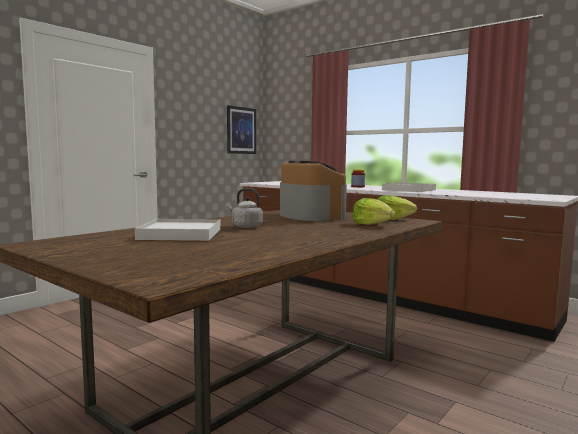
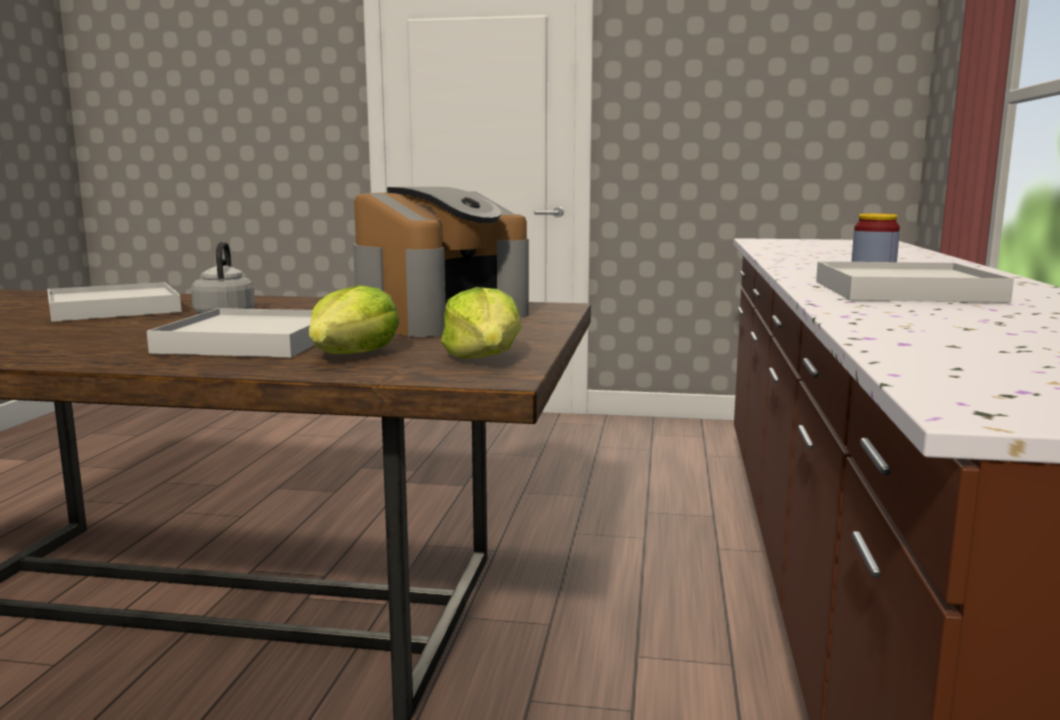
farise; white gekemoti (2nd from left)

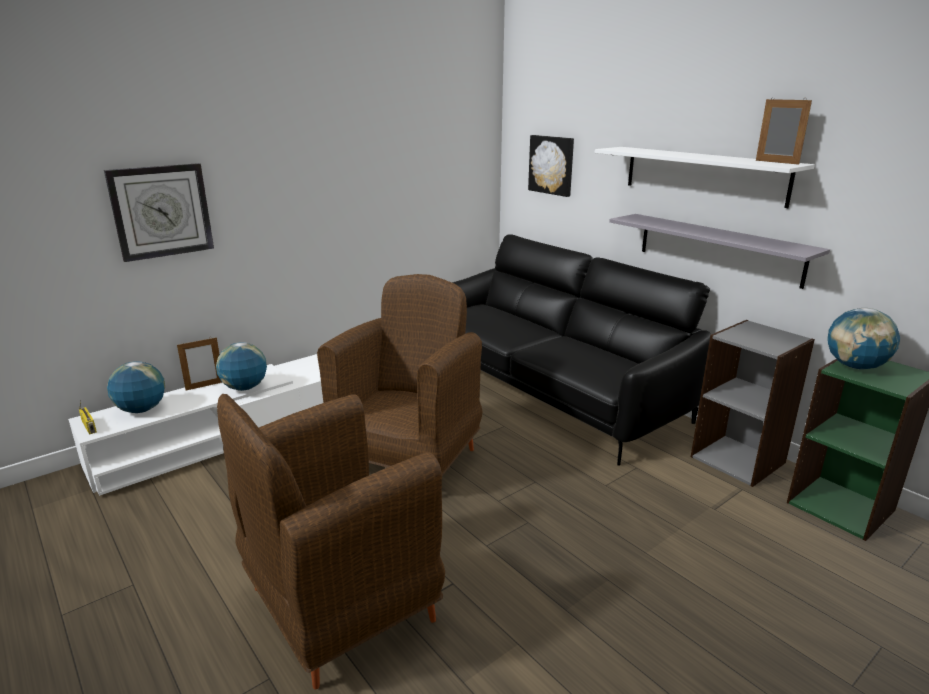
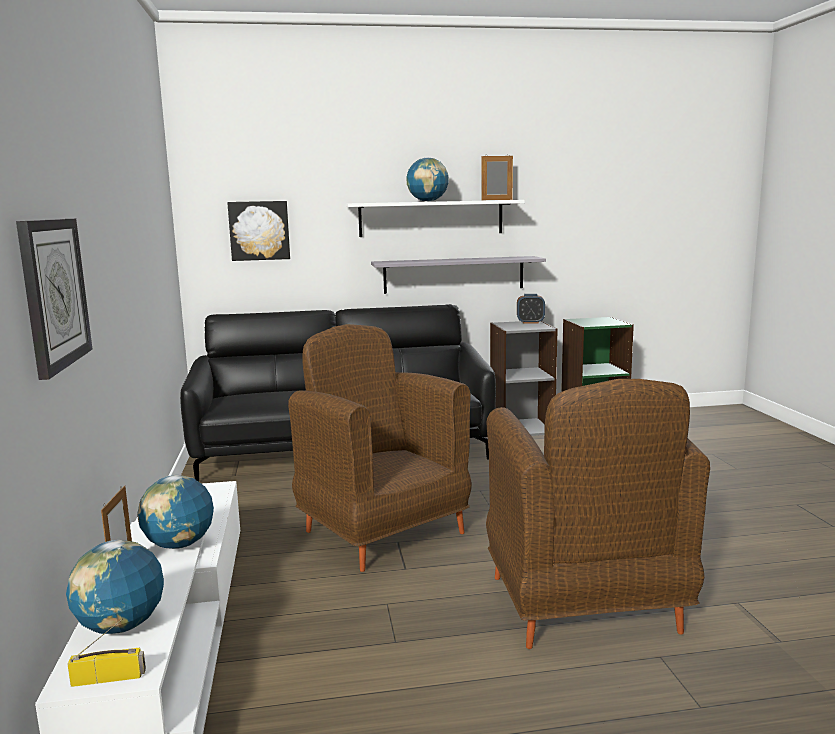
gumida (3rd from left); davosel

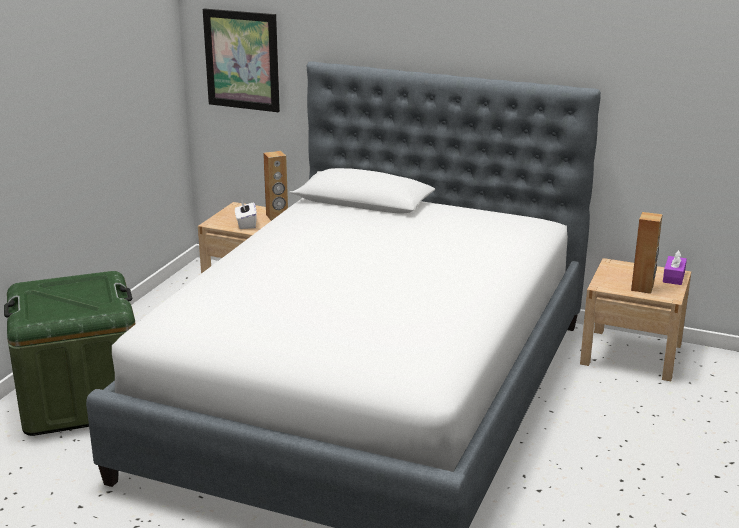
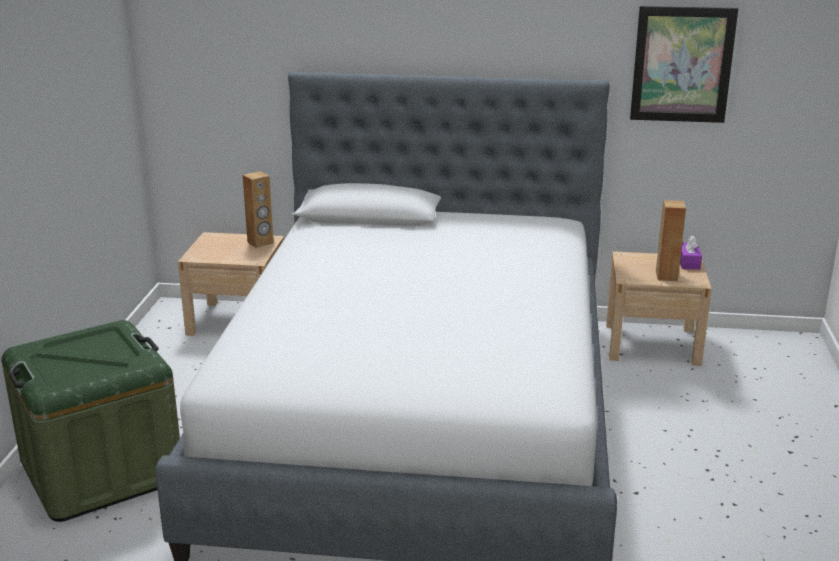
farise; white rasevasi

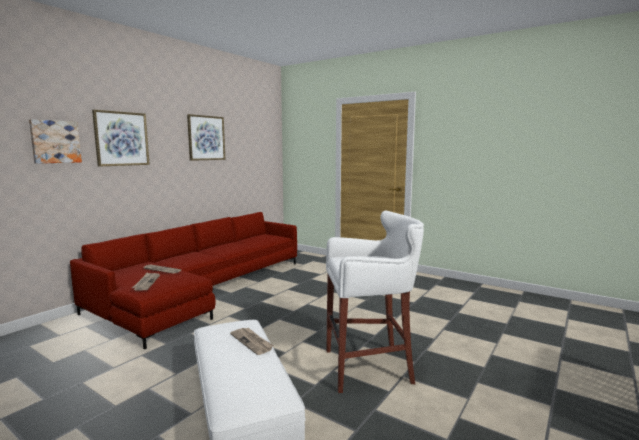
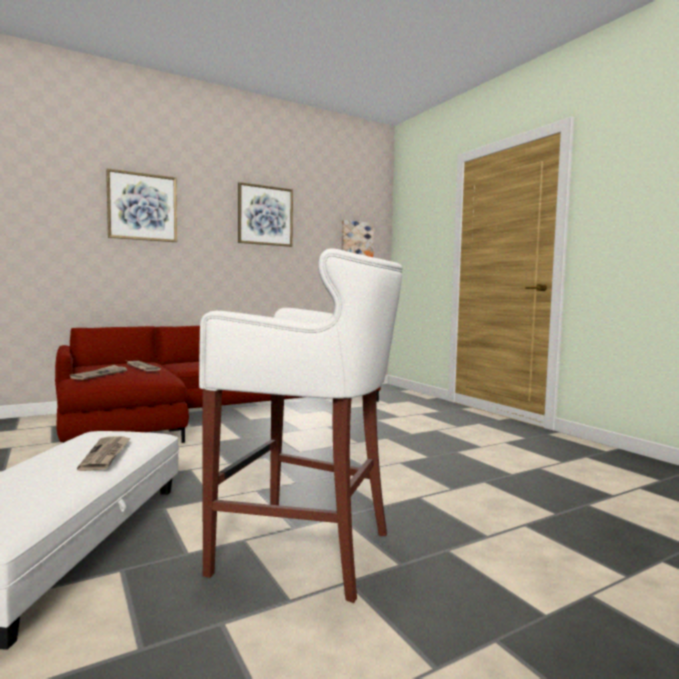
farise (3rd from left)

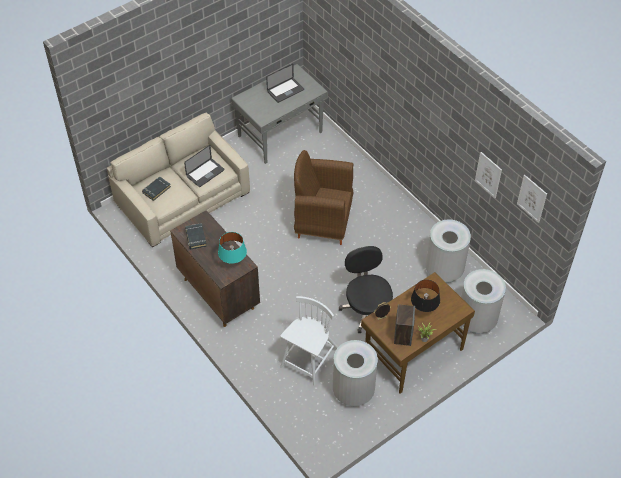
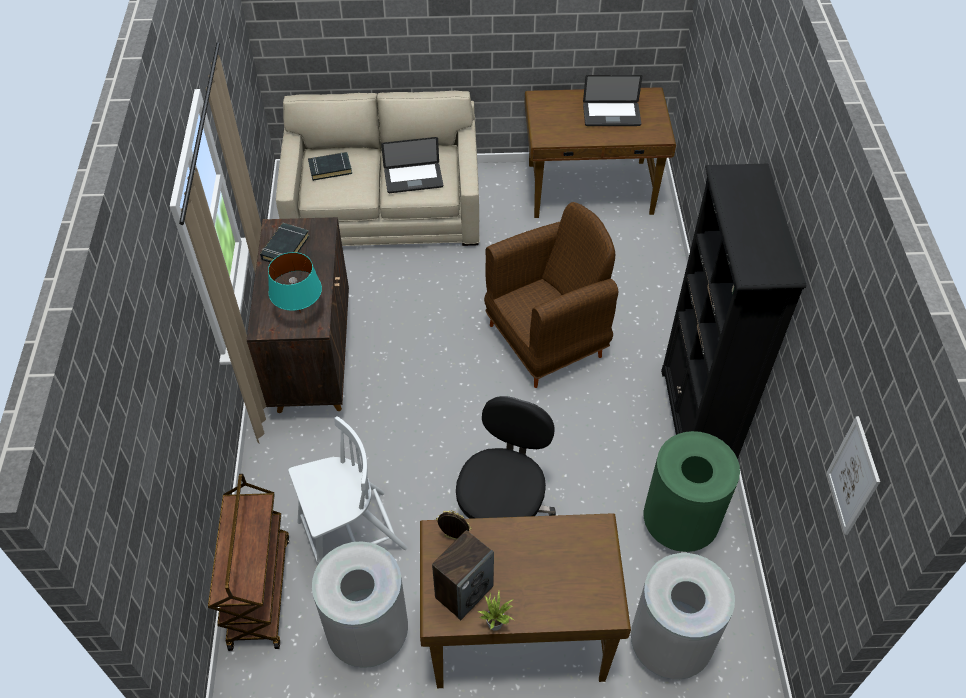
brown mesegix (2nd from left); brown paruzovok; farise (1st from left in the first image); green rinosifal; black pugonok; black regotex; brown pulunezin

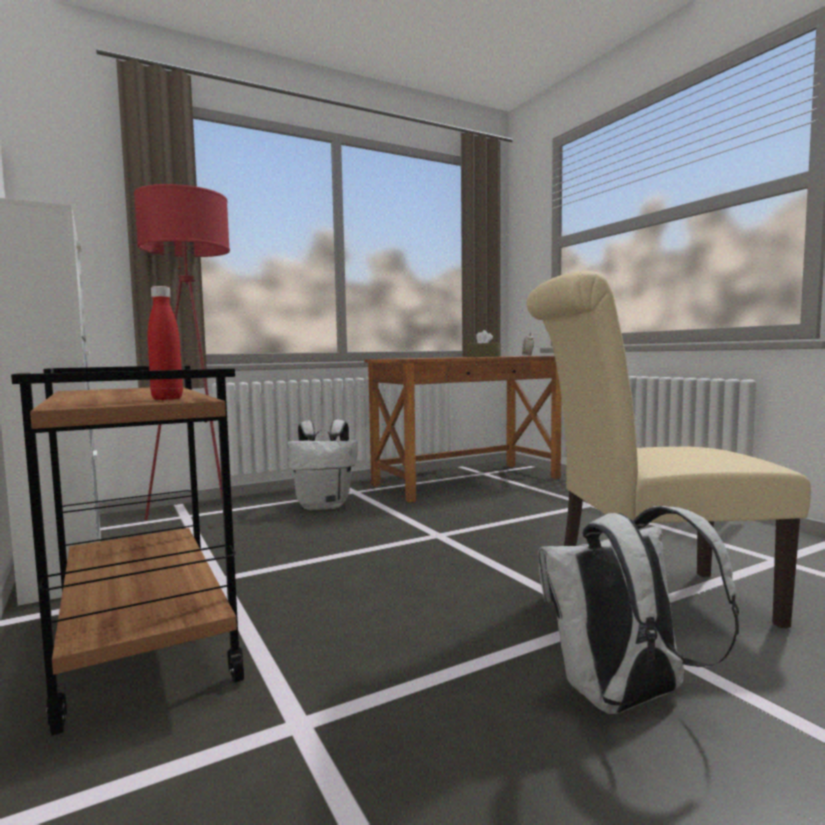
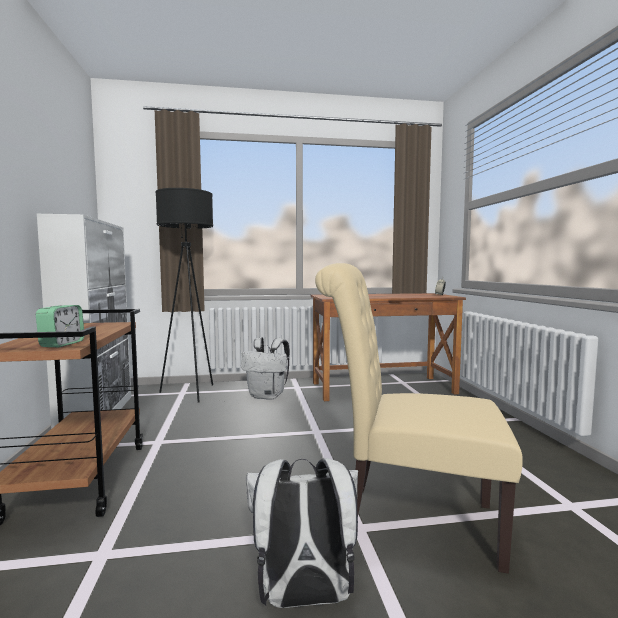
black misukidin; davosel (1st from left); brown rasevasi

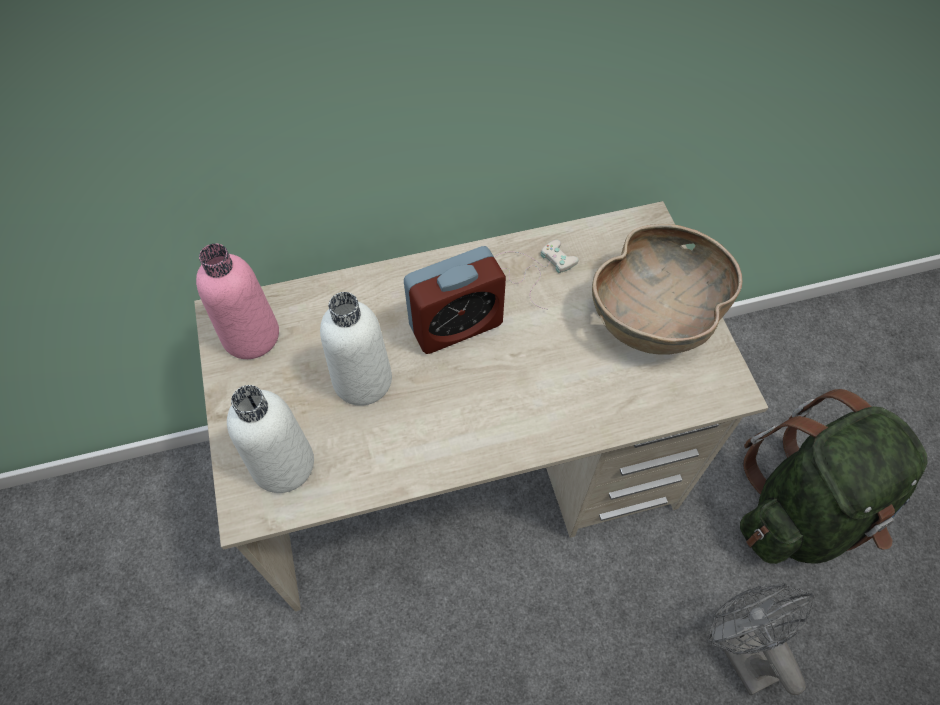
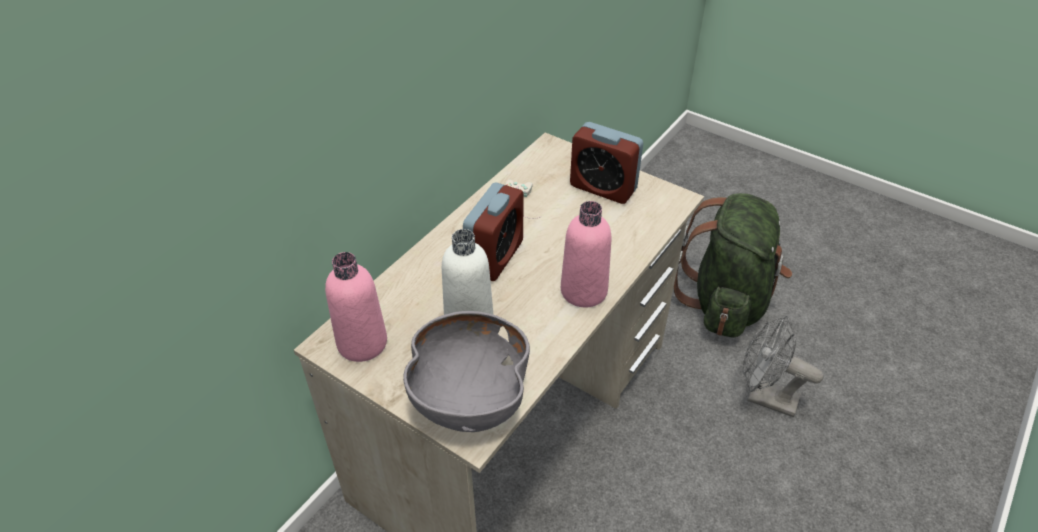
davosel (2nd from left); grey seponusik; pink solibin (2nd from left)

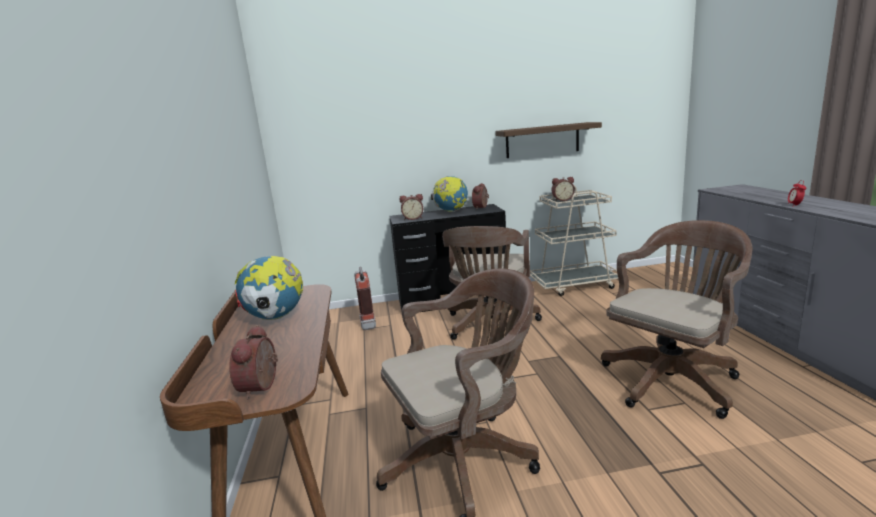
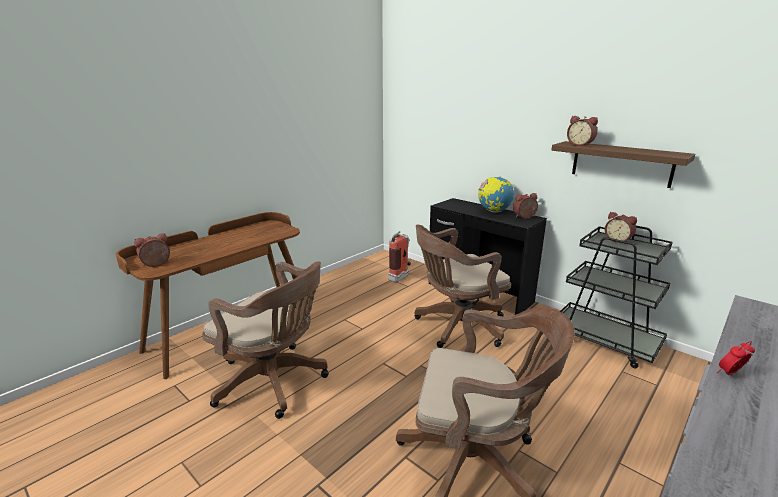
black pulunezin; davosel (3rd from left); gumida (1st from left in the first image)

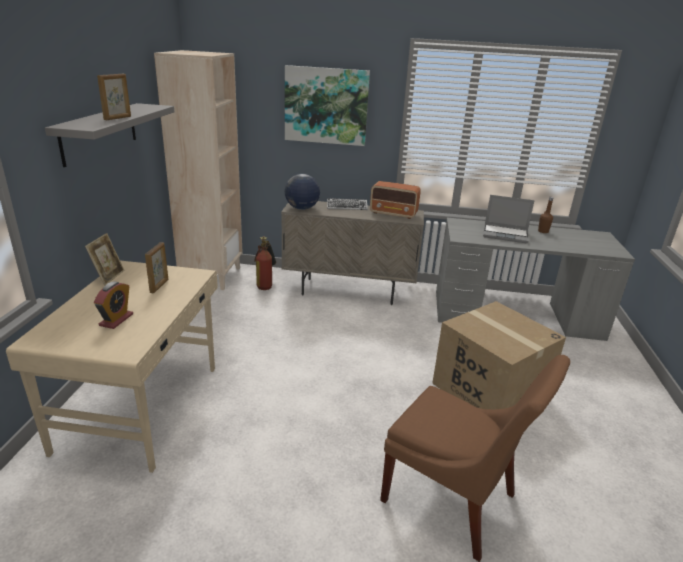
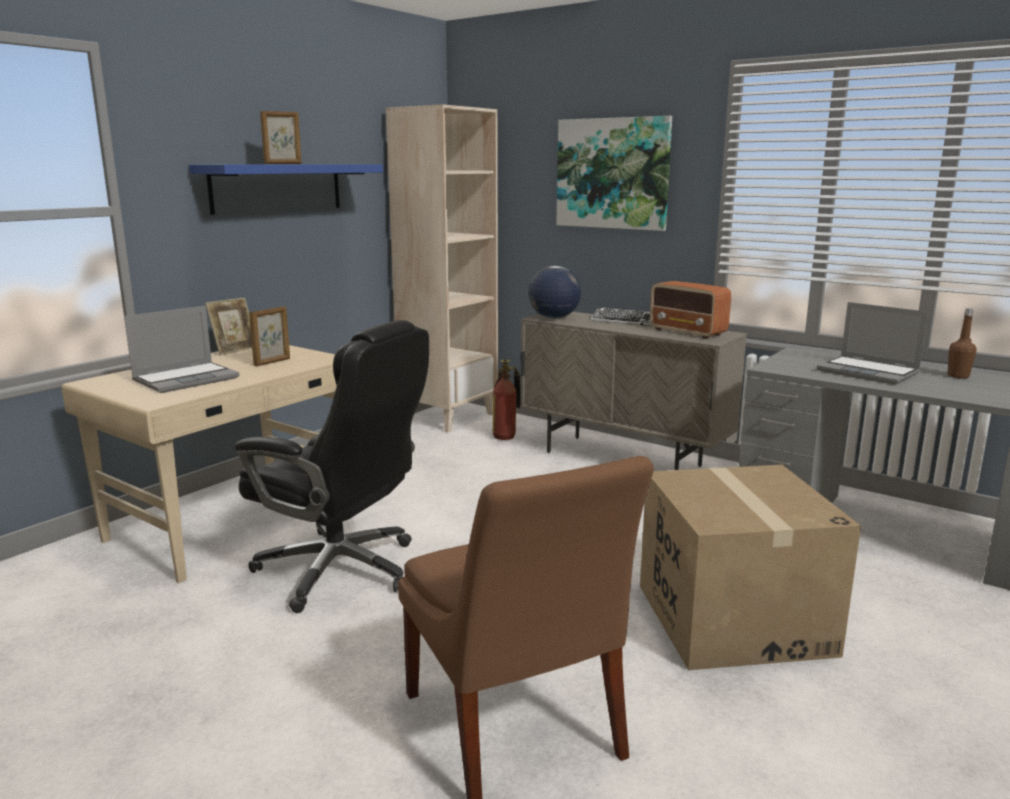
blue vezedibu; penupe (1st from left); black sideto

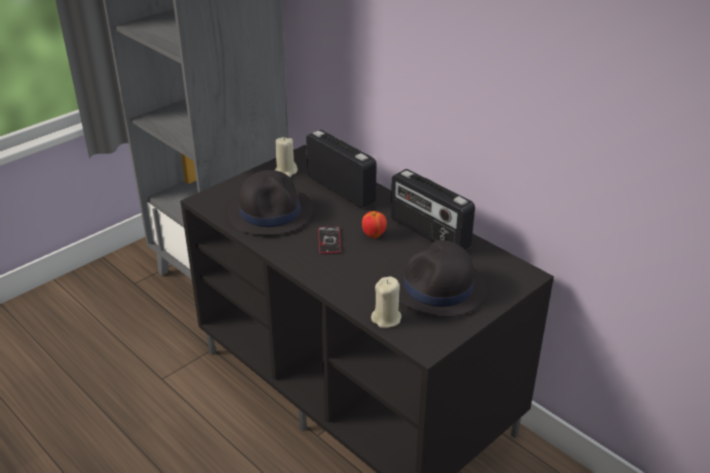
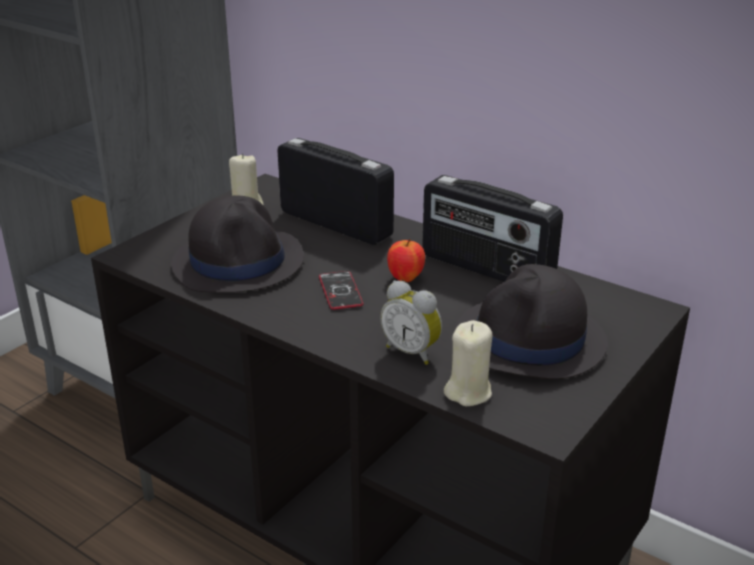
davosel

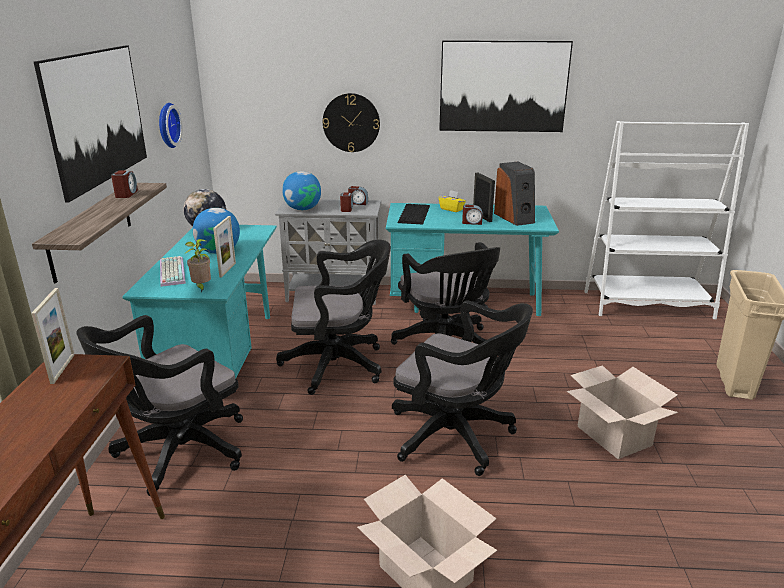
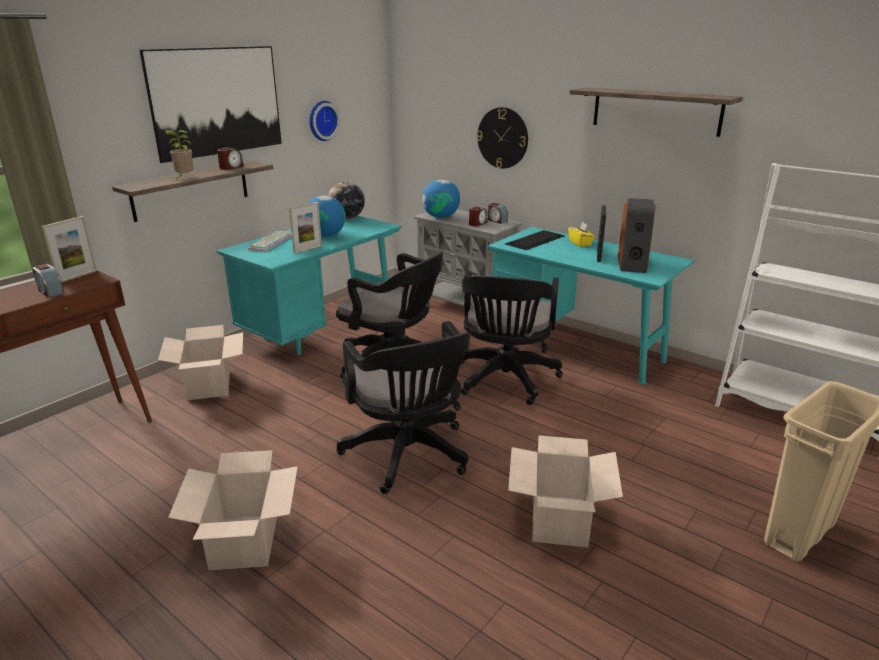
vezedibu (2nd from left); davosel (1st from left); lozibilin; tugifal (1st from left)

